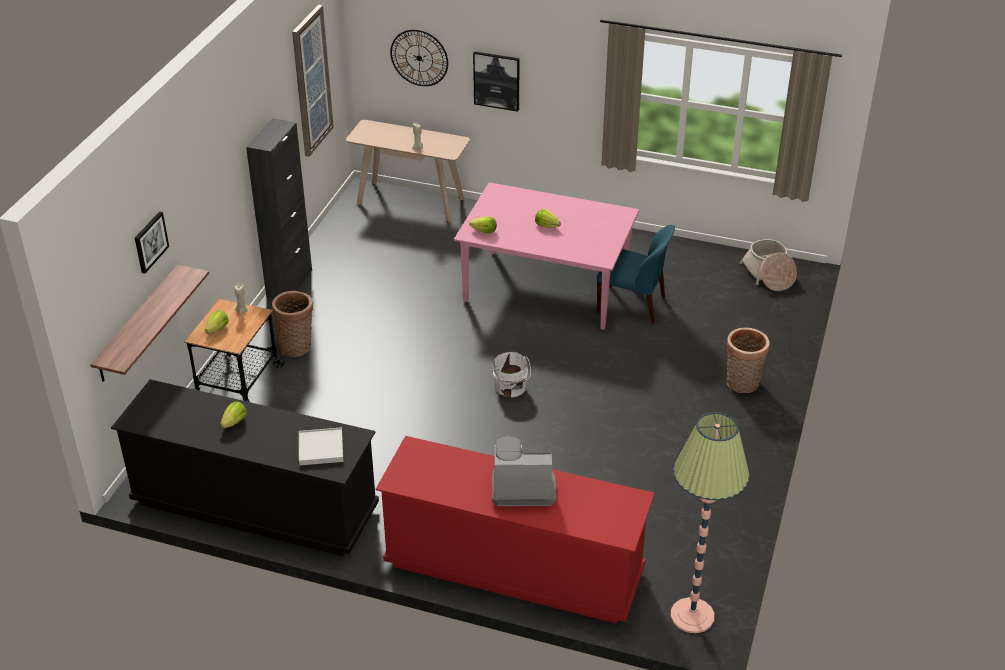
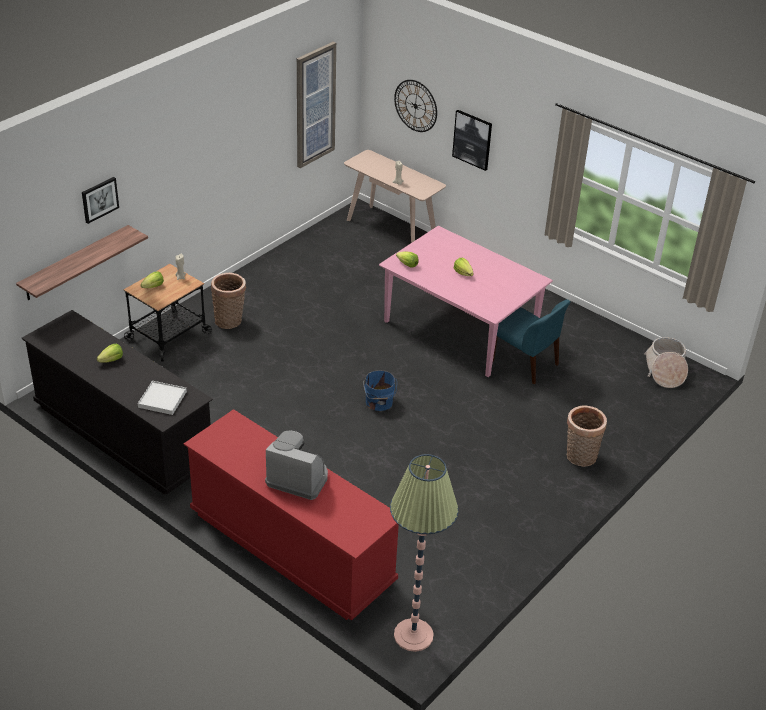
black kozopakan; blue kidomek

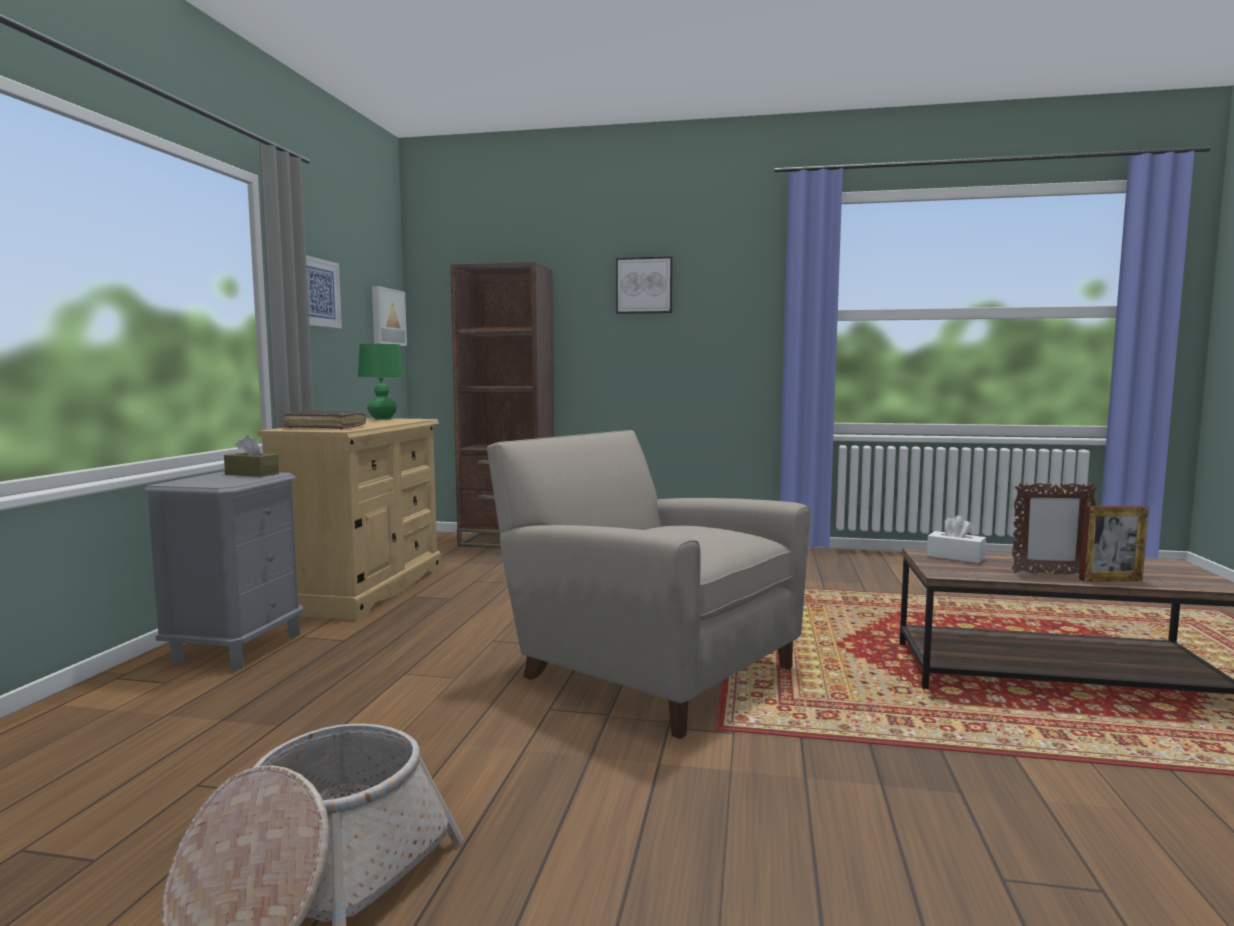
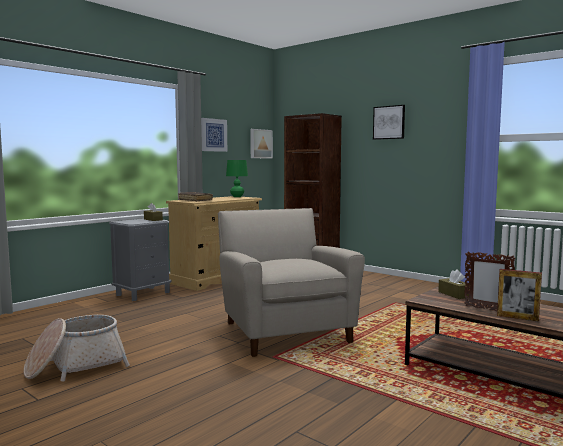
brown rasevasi (2nd from left)

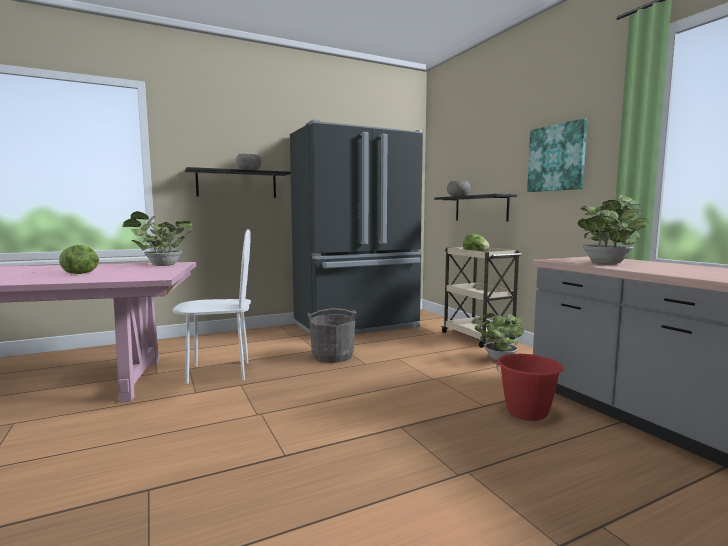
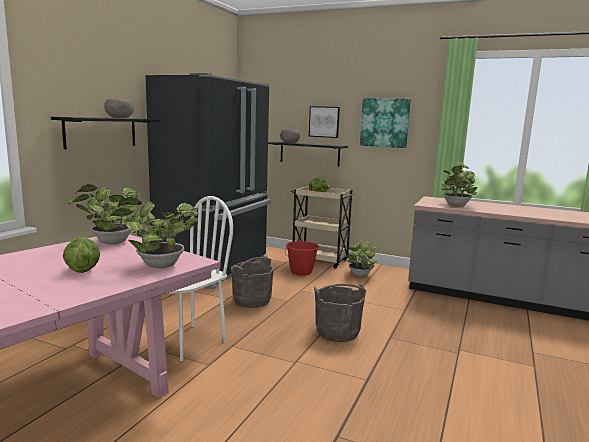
red kidomek; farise (1st from left); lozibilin (2nd from left); grey kidomek (2nd from left)

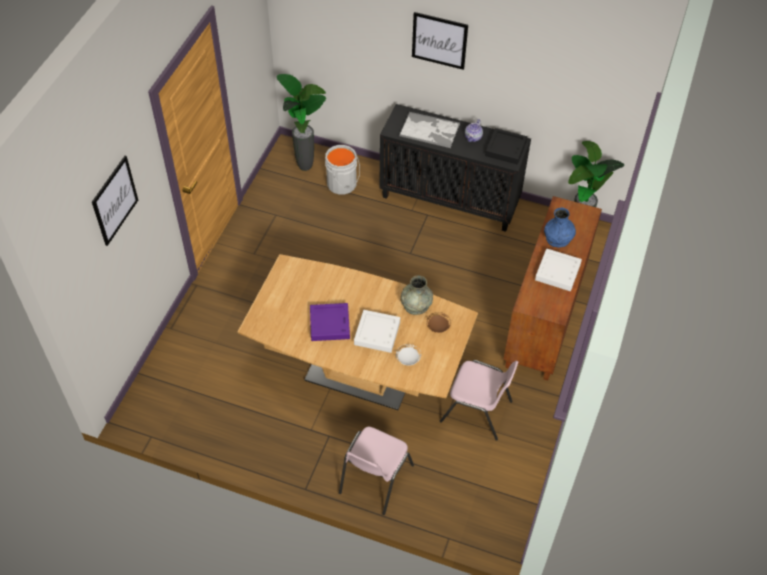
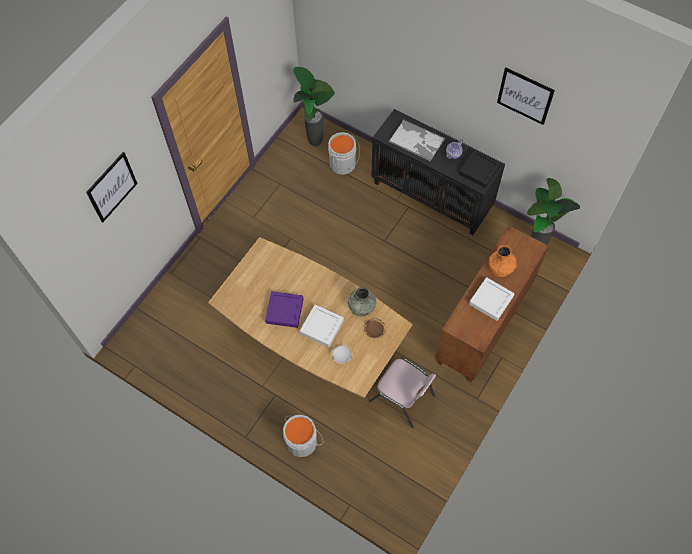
farise (2nd from left); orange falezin; grey kidomek (1st from left)

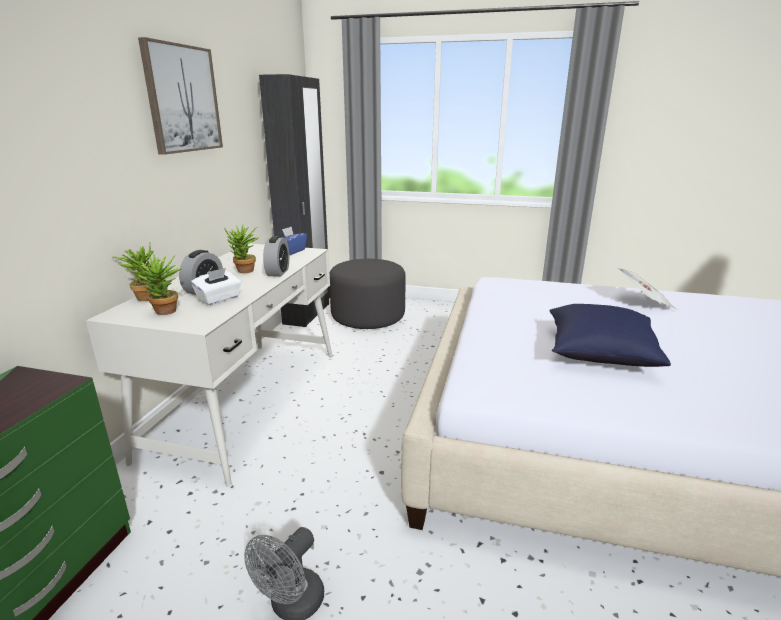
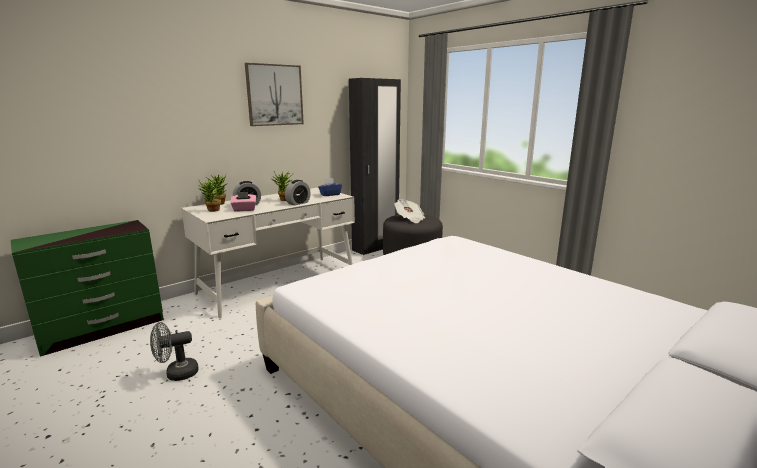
pink rasevasi; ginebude; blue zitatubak

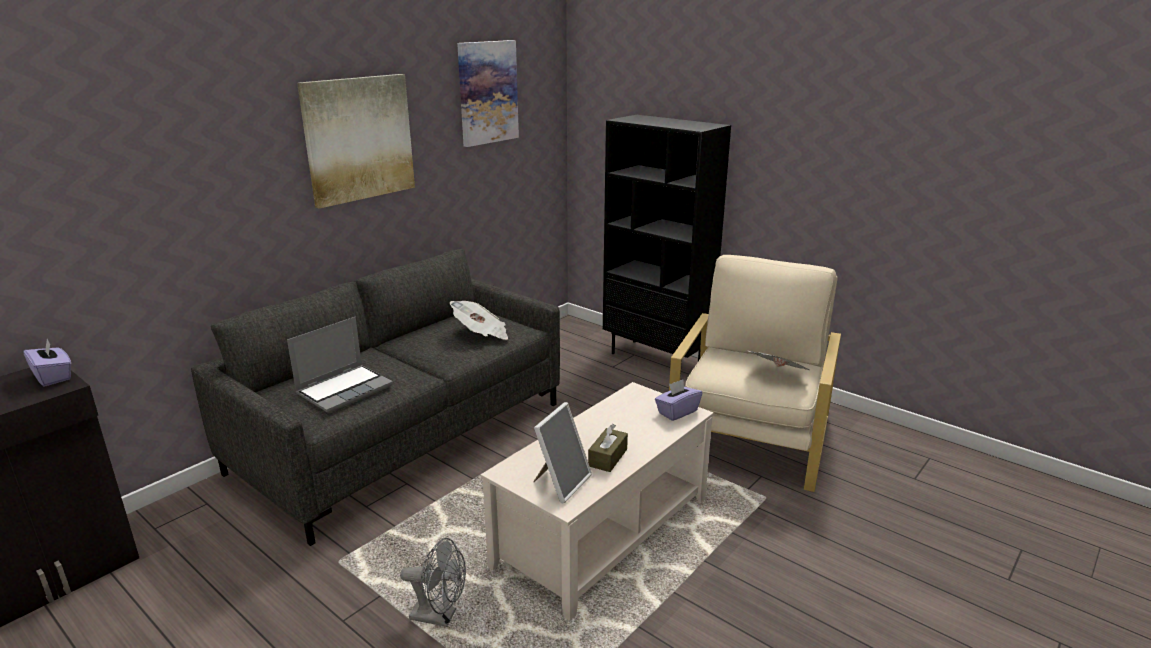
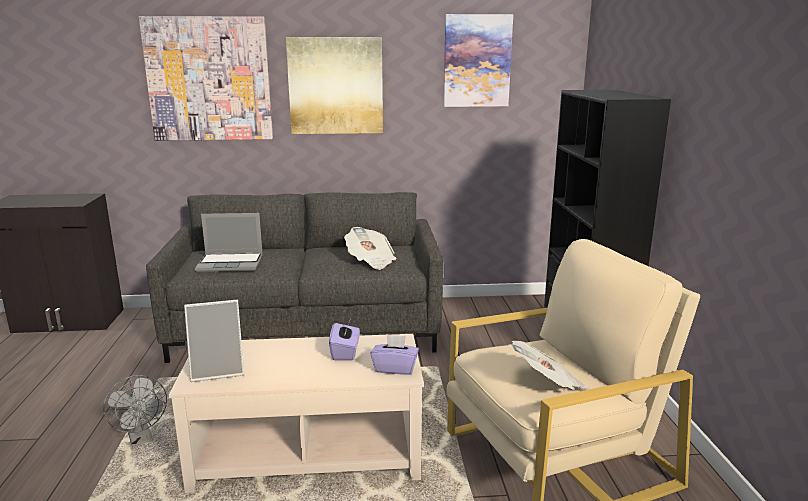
purple rasevasi (1st from left); brown rasevasi; farise (1st from left)

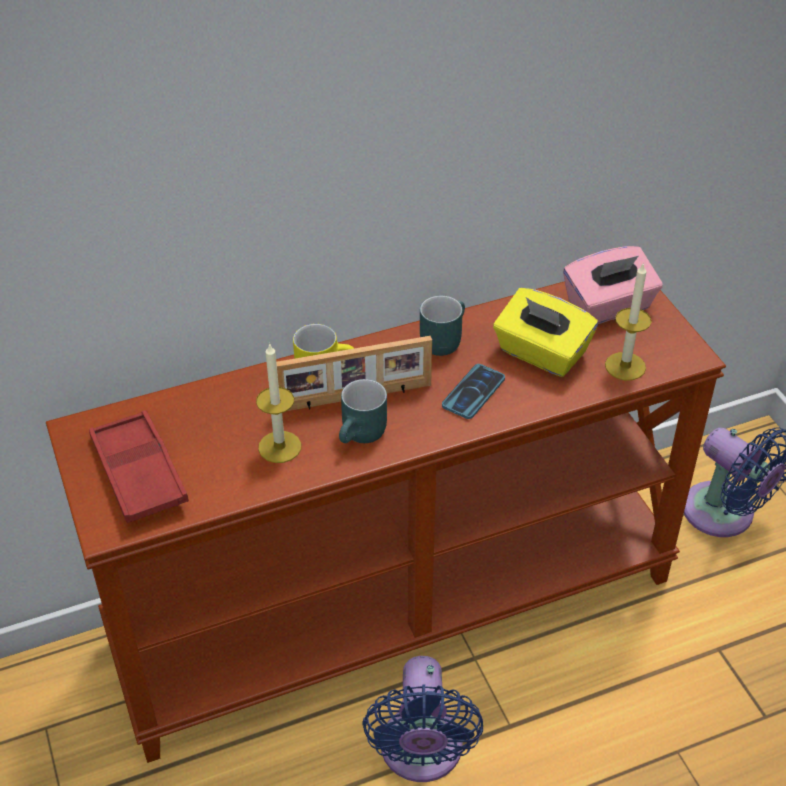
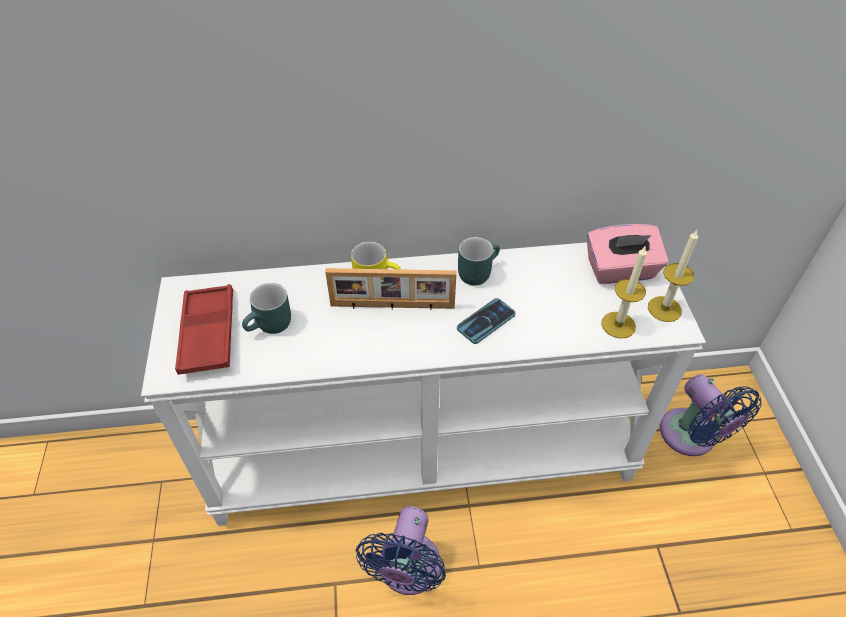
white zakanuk; yellow rasevasi; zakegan (2nd from left); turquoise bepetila (1st from left)

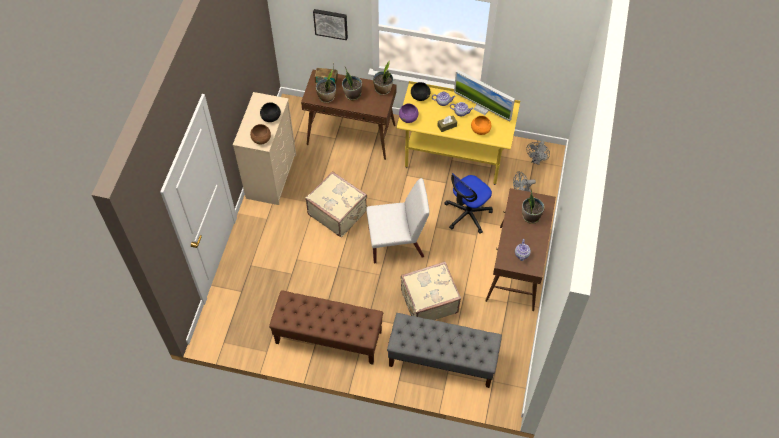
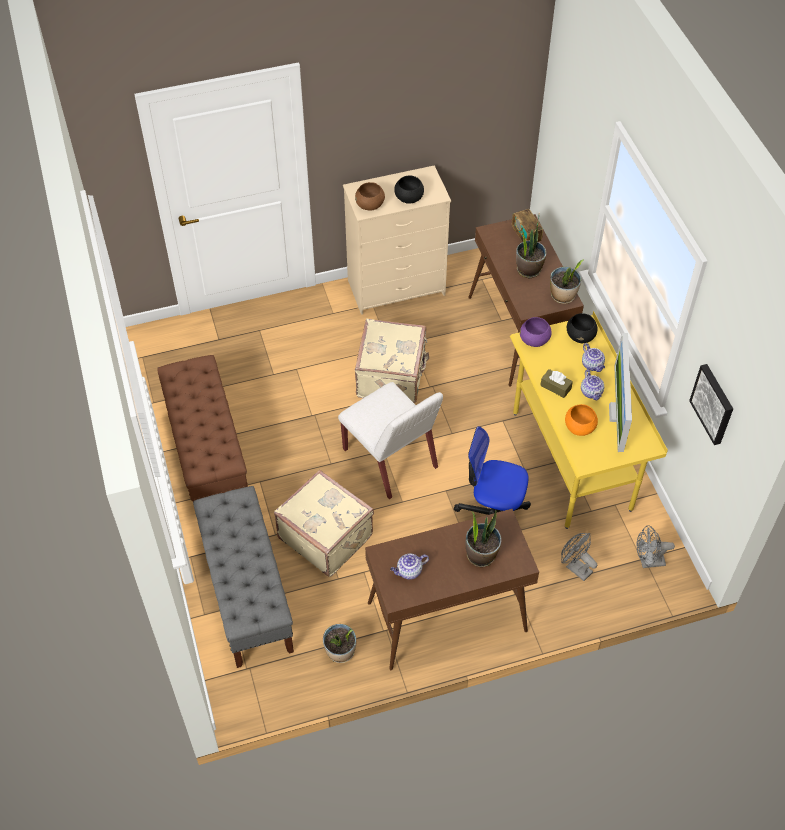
farise; lozibilin (1st from left)

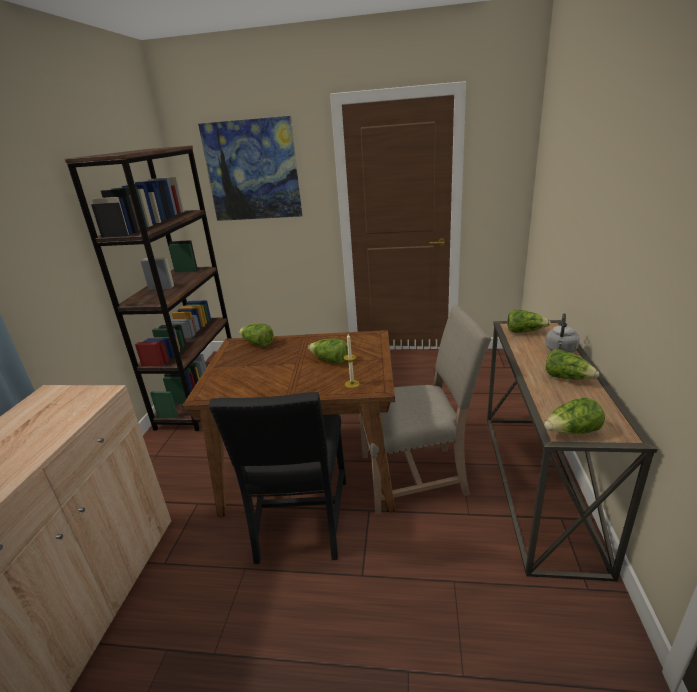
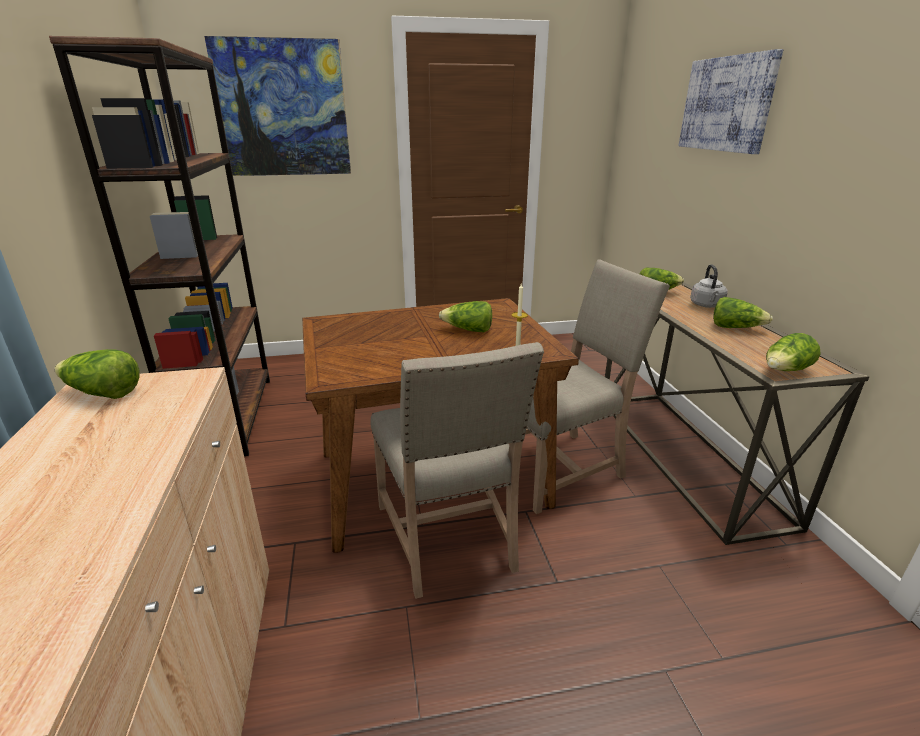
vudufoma (1st from left); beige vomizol (1st from left); farise (2nd from left)

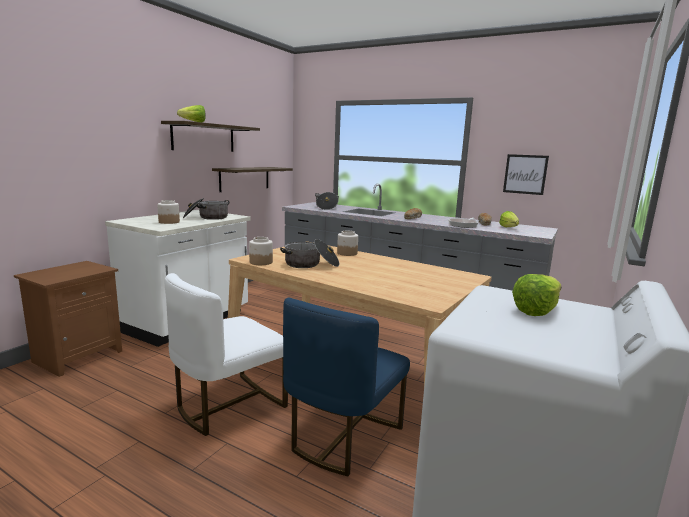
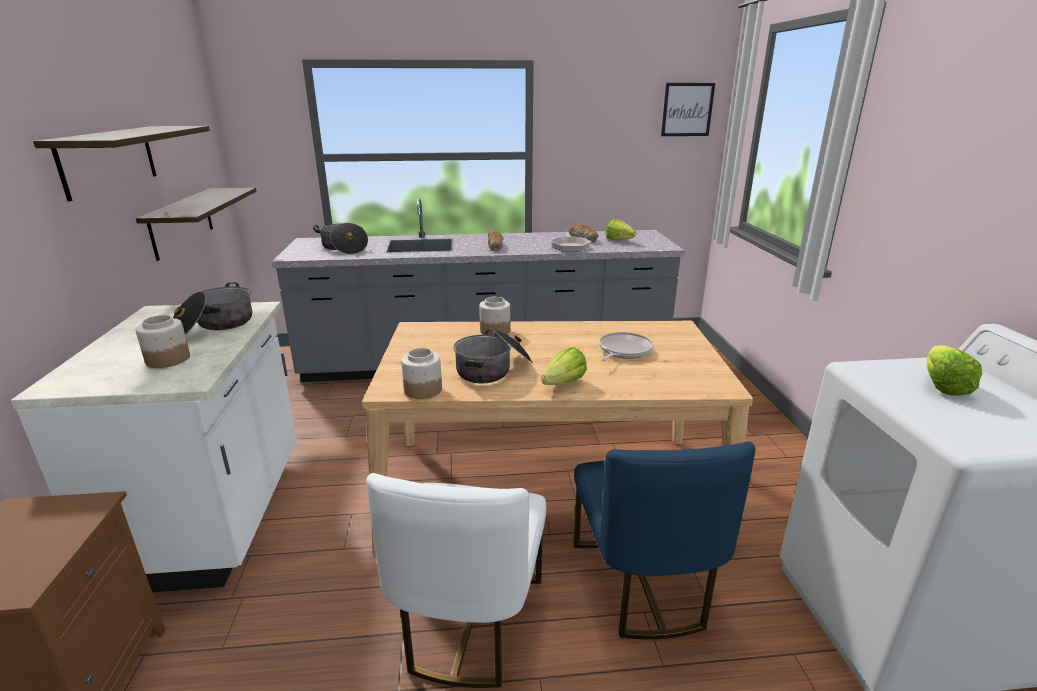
vudufoma (1st from left); farise; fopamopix (2nd from left)

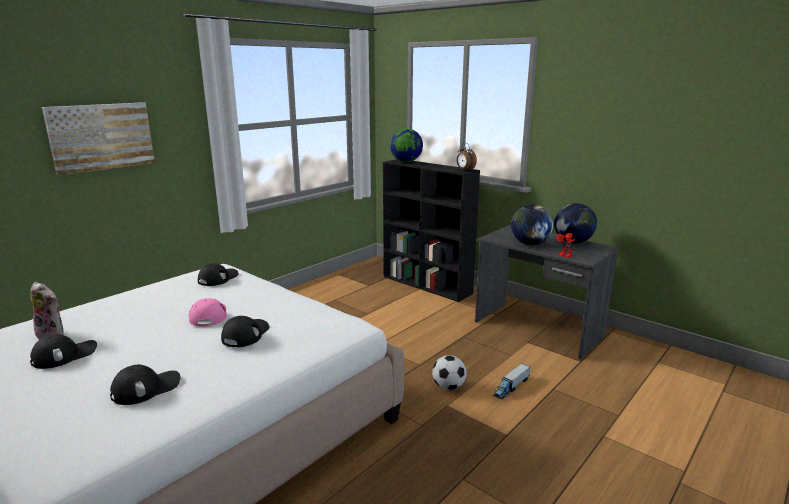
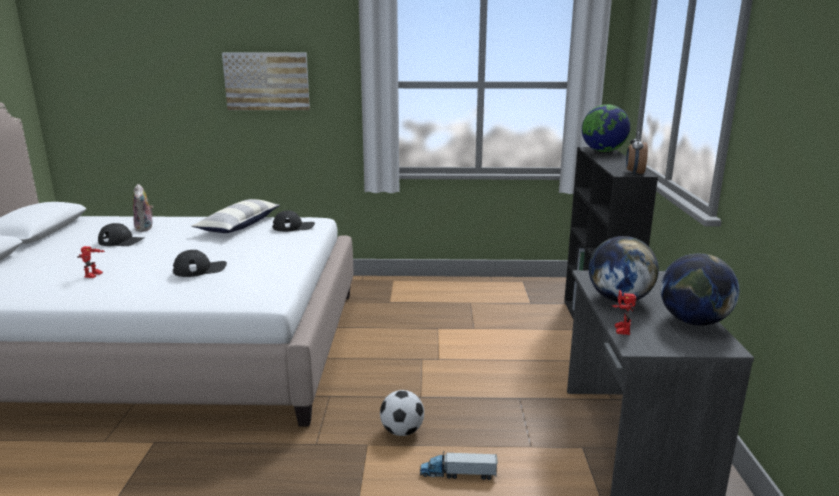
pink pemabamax; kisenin (1st from left); zitatubak

